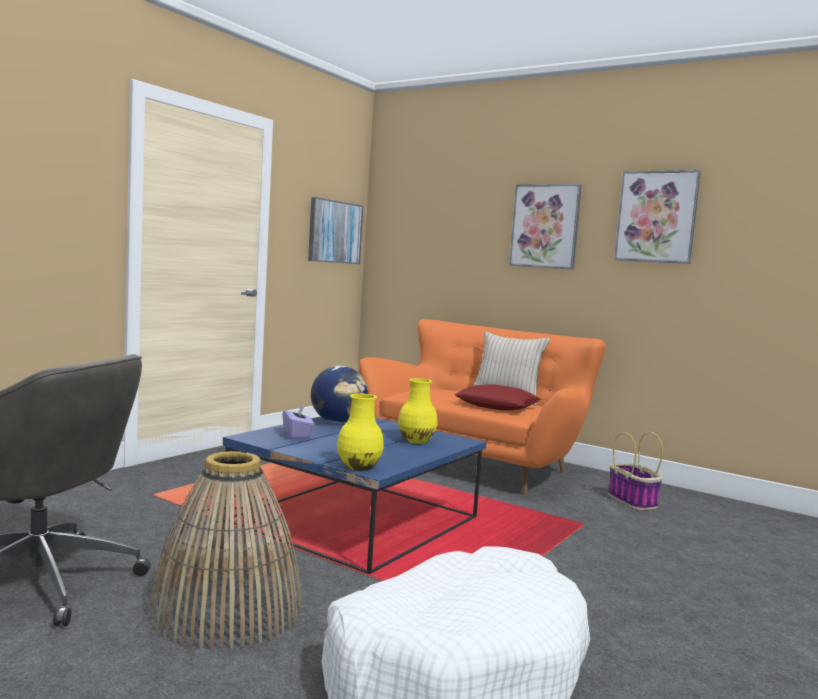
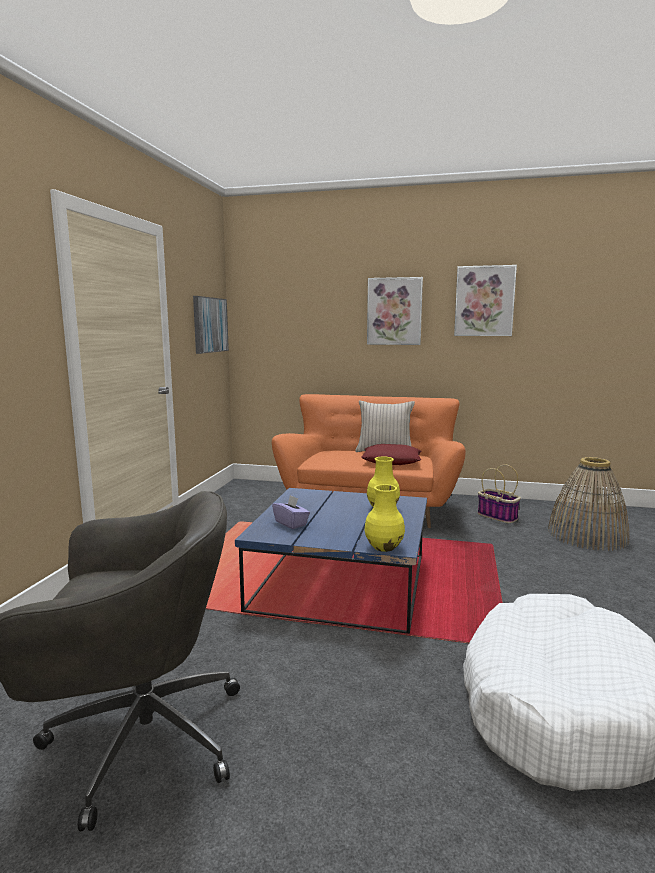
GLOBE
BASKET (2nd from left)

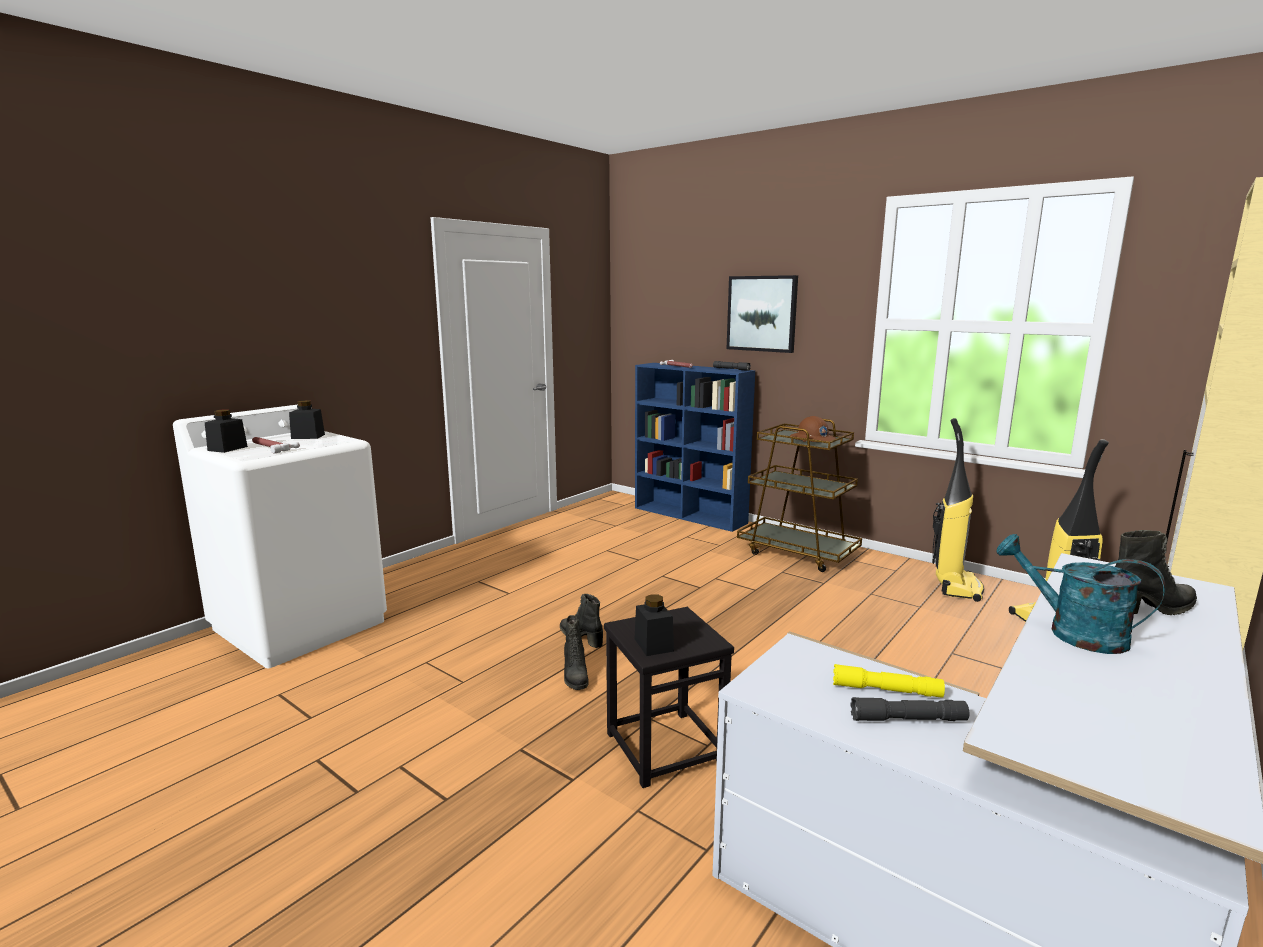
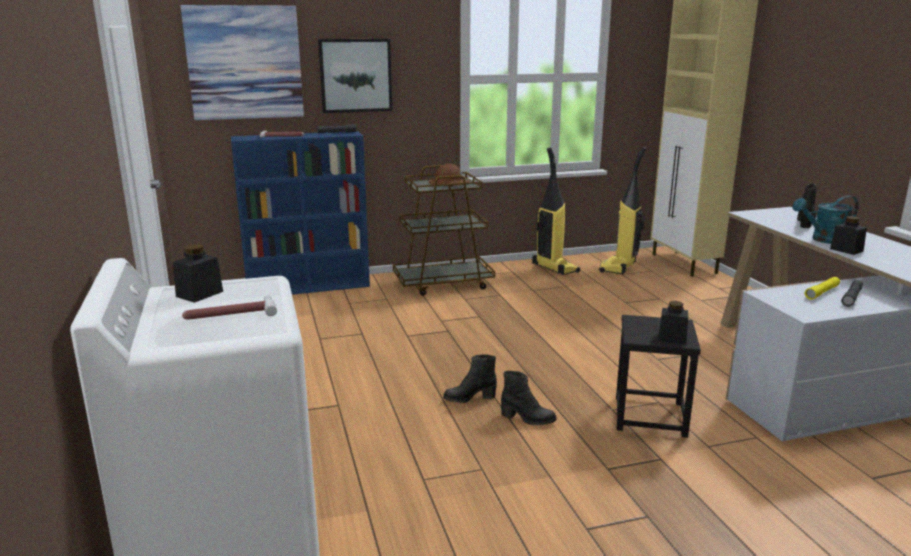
PICTURE (1st from left)
BLACK JAR (3rd from left)

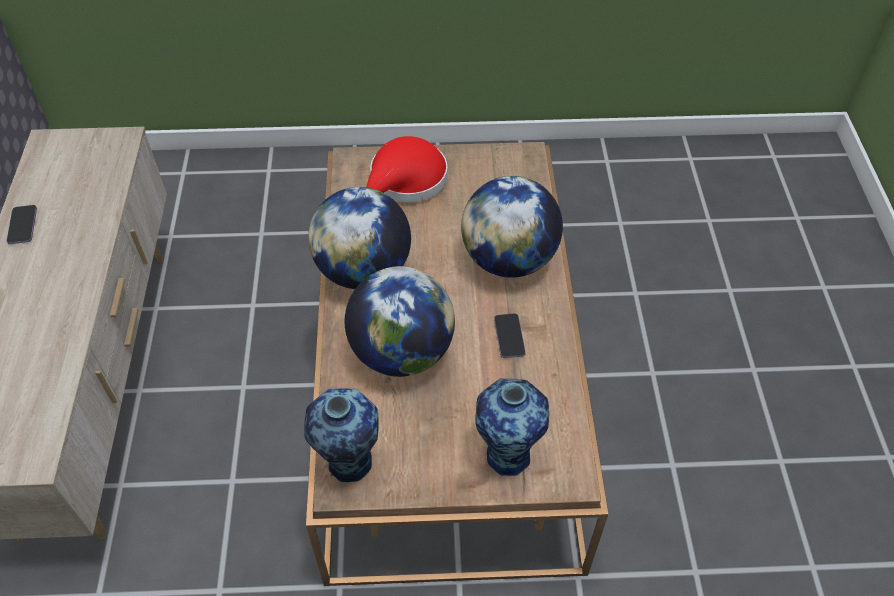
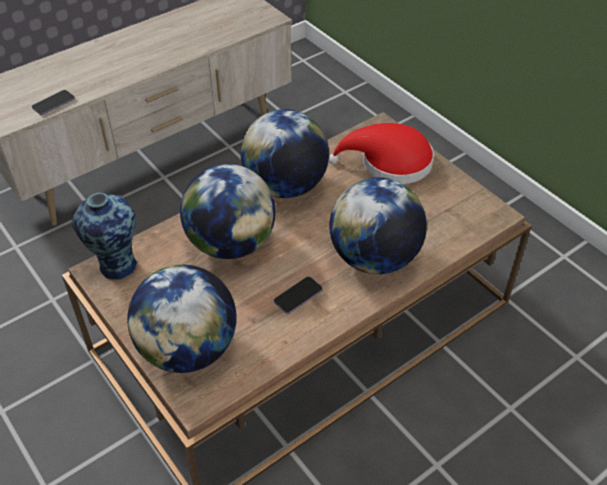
PHONE (1st from left)
GLOBE (1st from left)

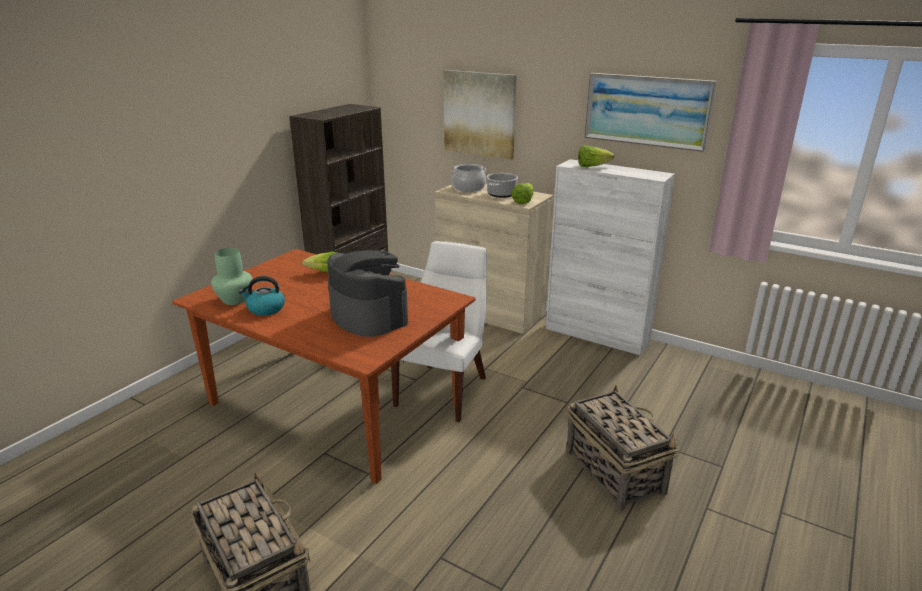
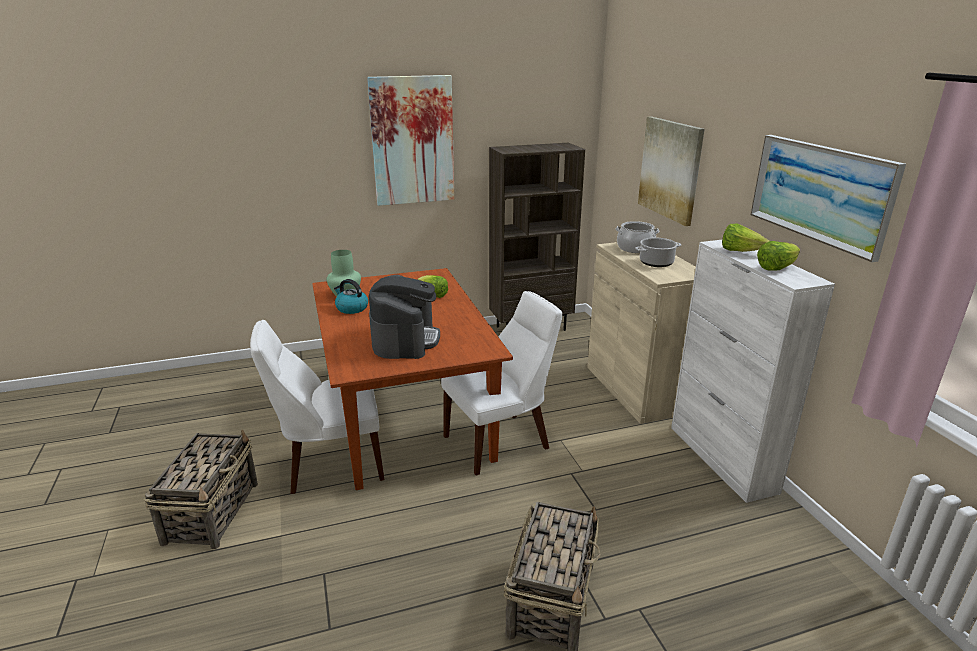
WHITE CHAIR (1st from left)
PICTURE (1st from left)
LETTUCE (3rd from left)

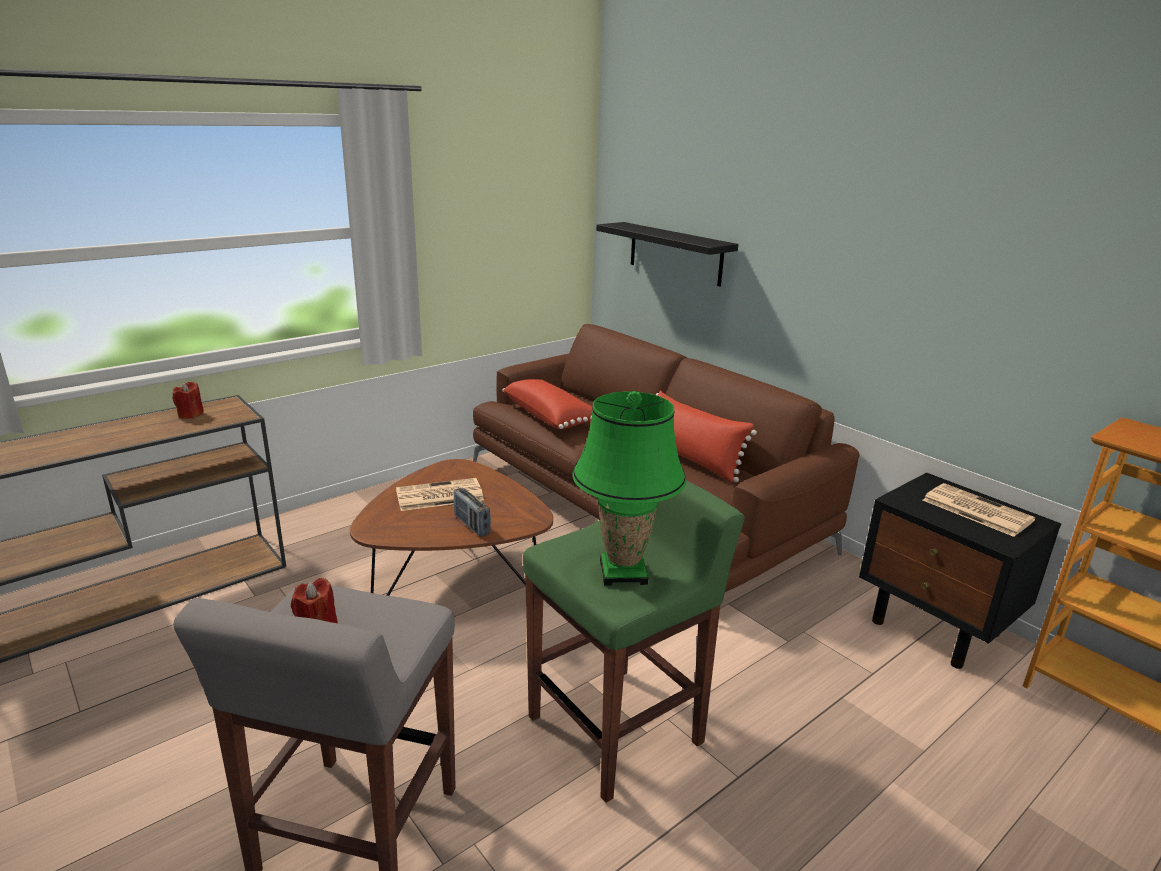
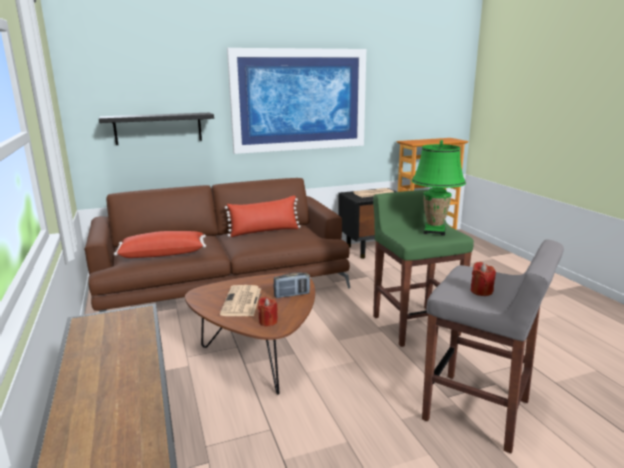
PICTURE
RED CANDLE (1st from left)

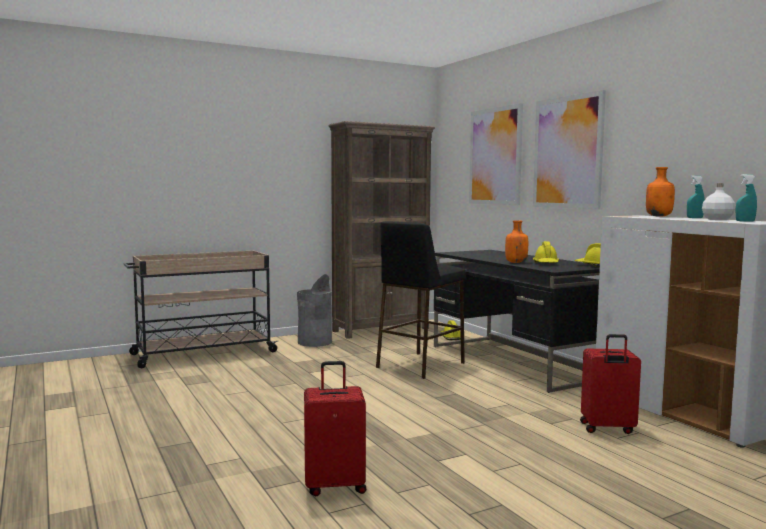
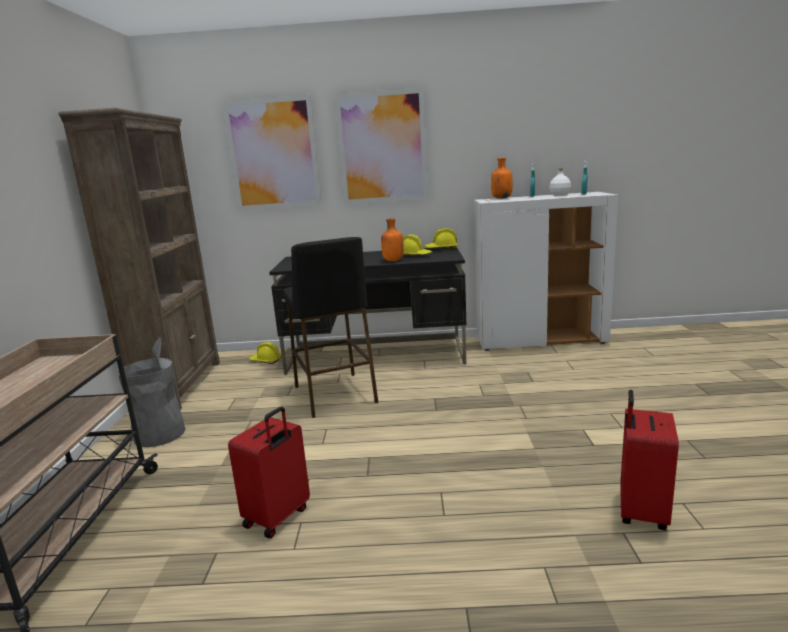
RED SUITCASE (1st from left)

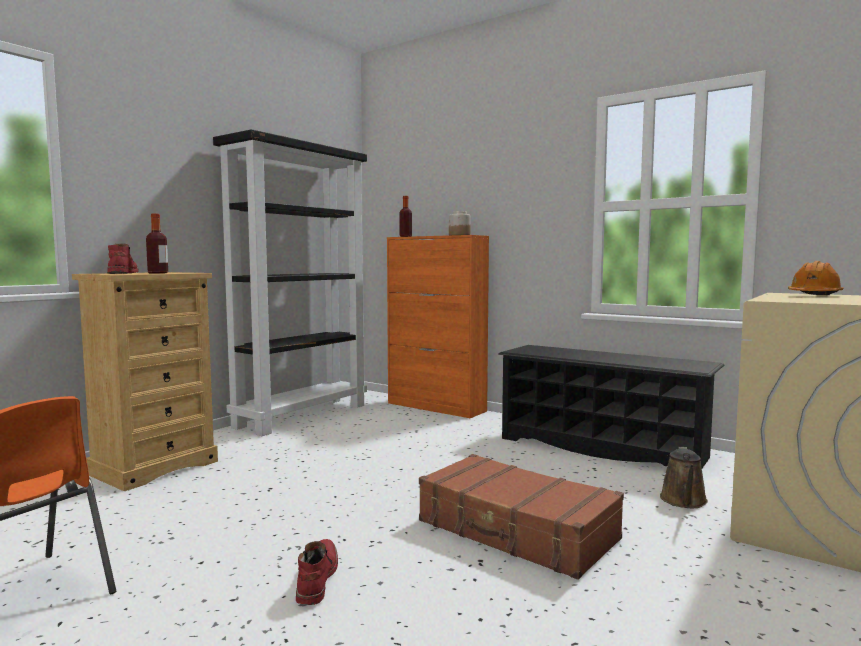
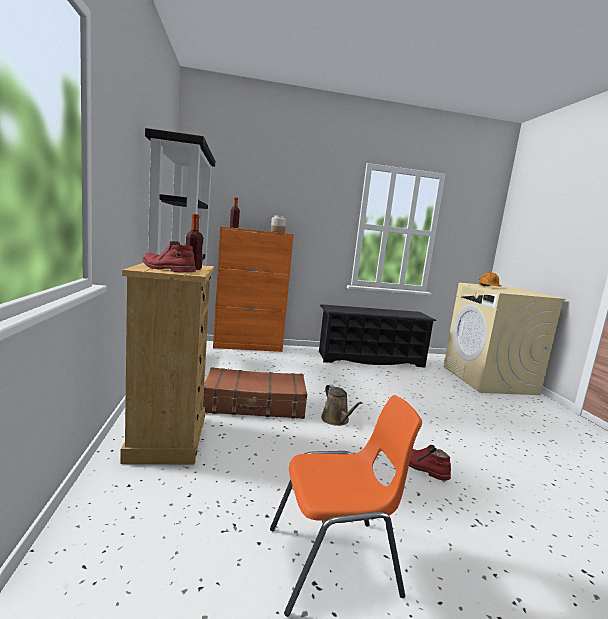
BROWN SUITCASE
BROWN WATERING CAN

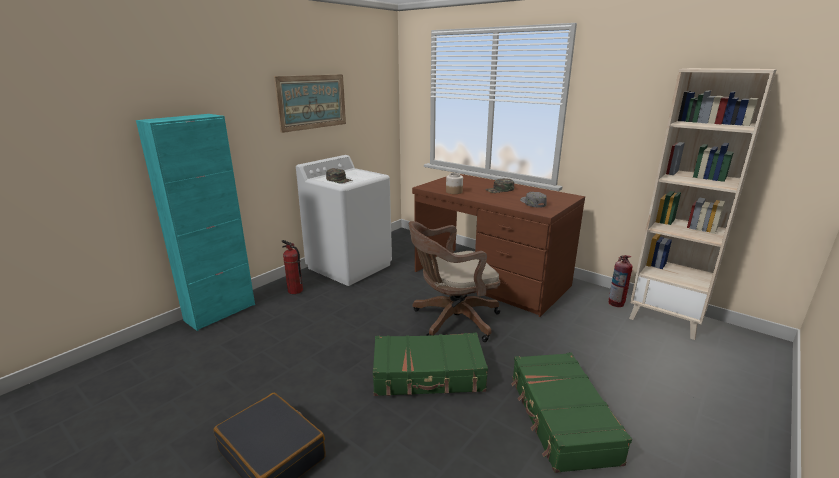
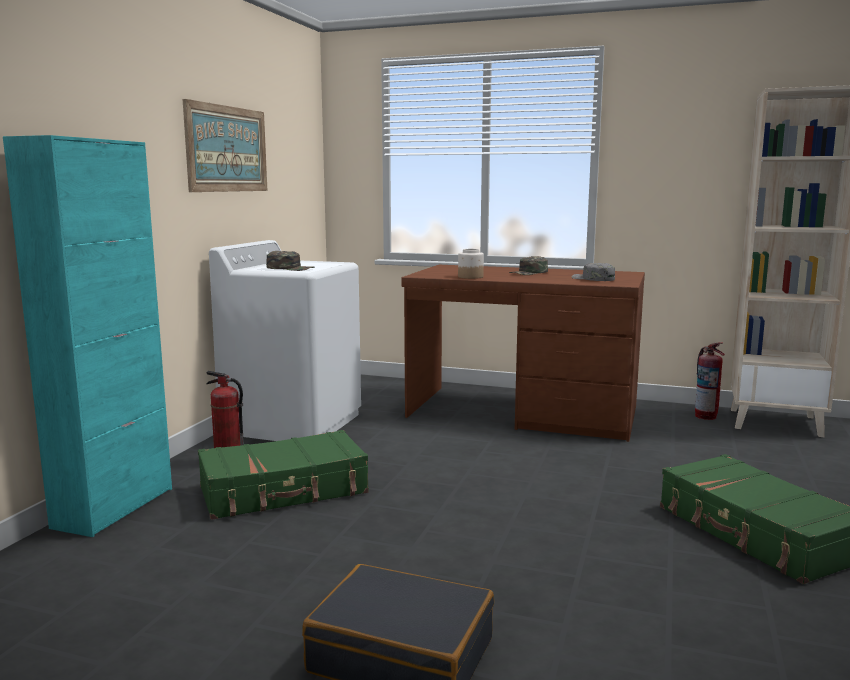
BROWN OFFICE CHAIR
GREEN SUITCASE (1st from left)

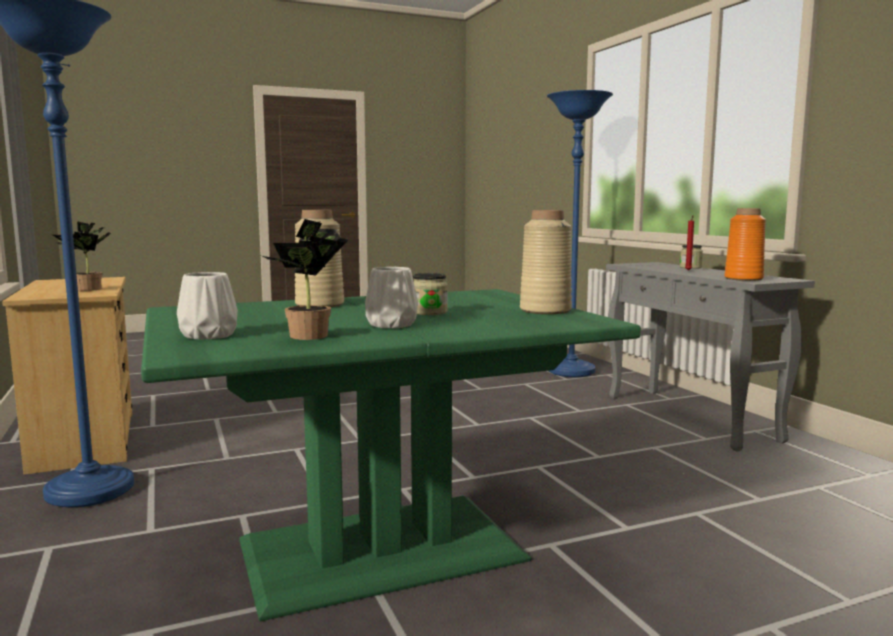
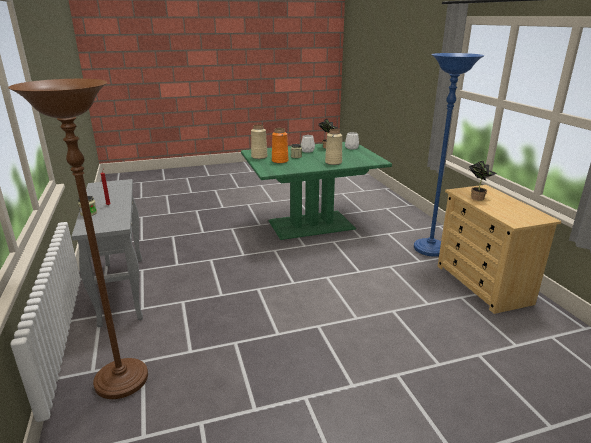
ORANGE VASE
BROWN FLOOR LAMP

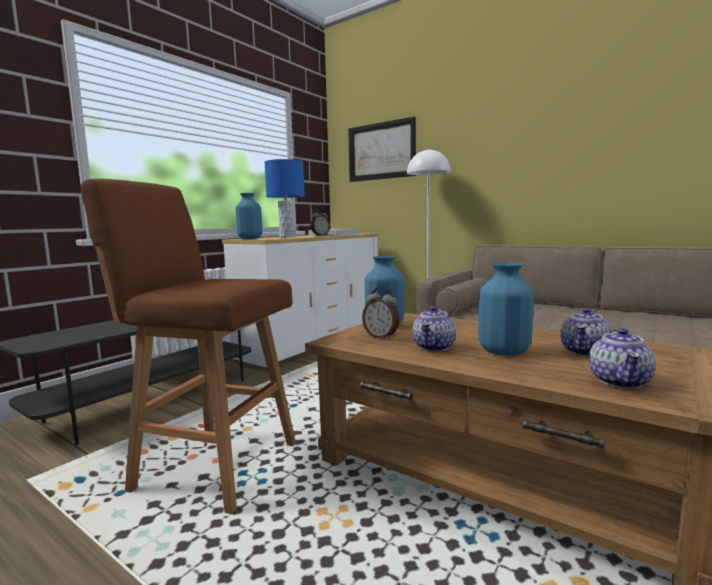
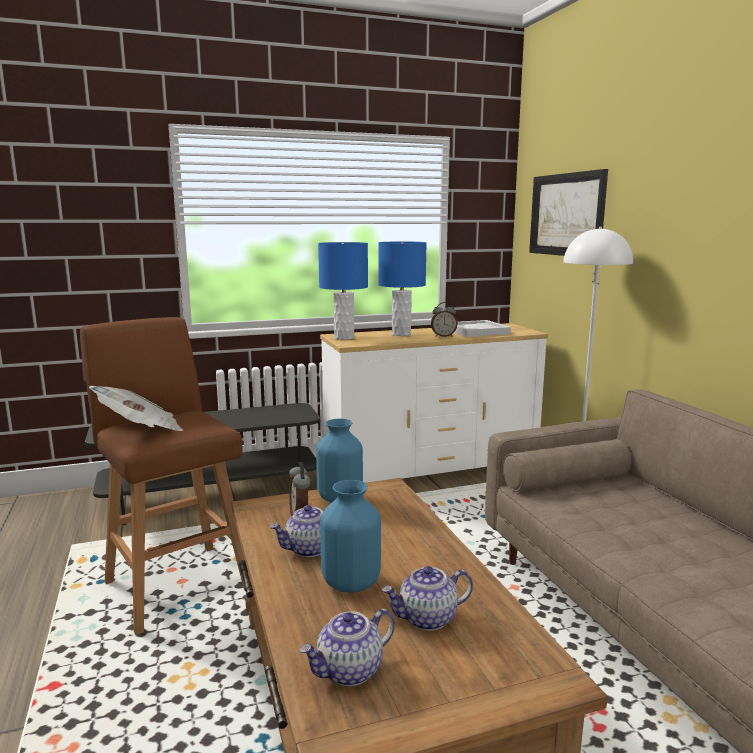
NEWSPAPER
BLUE TABLE LAMP (1st from left)

